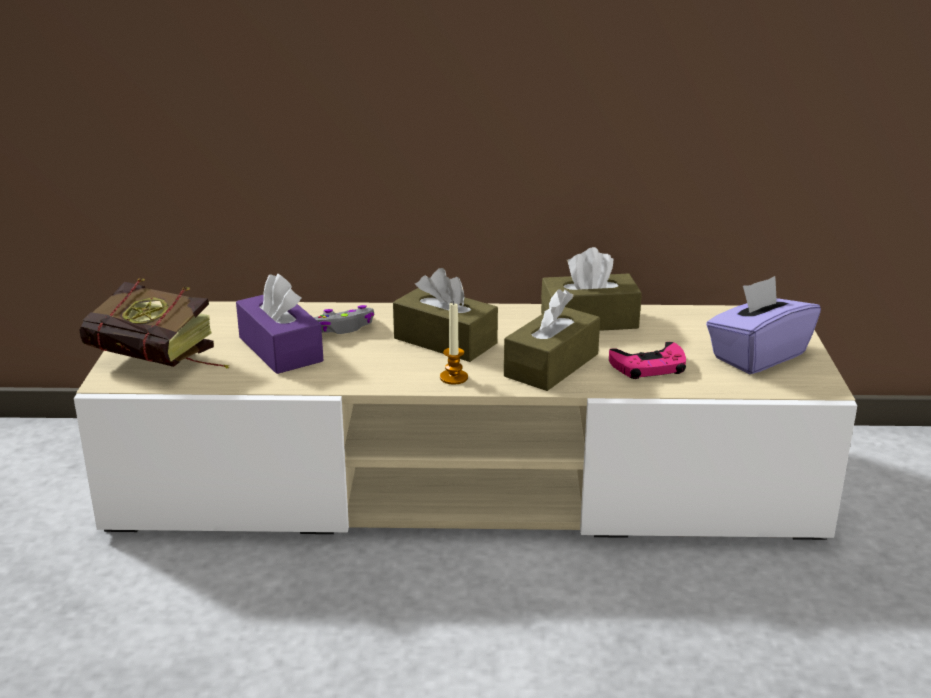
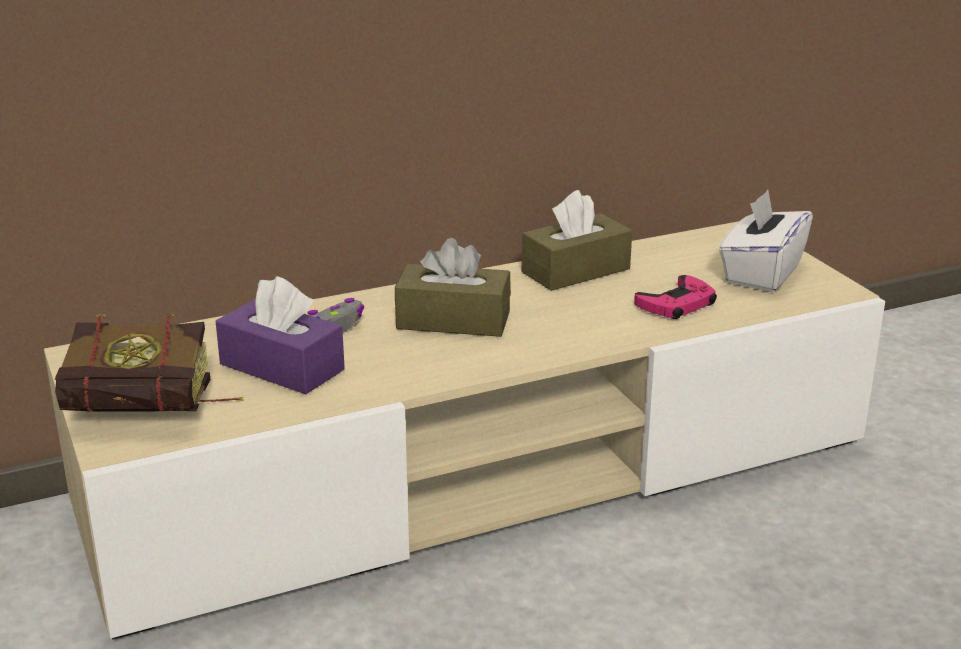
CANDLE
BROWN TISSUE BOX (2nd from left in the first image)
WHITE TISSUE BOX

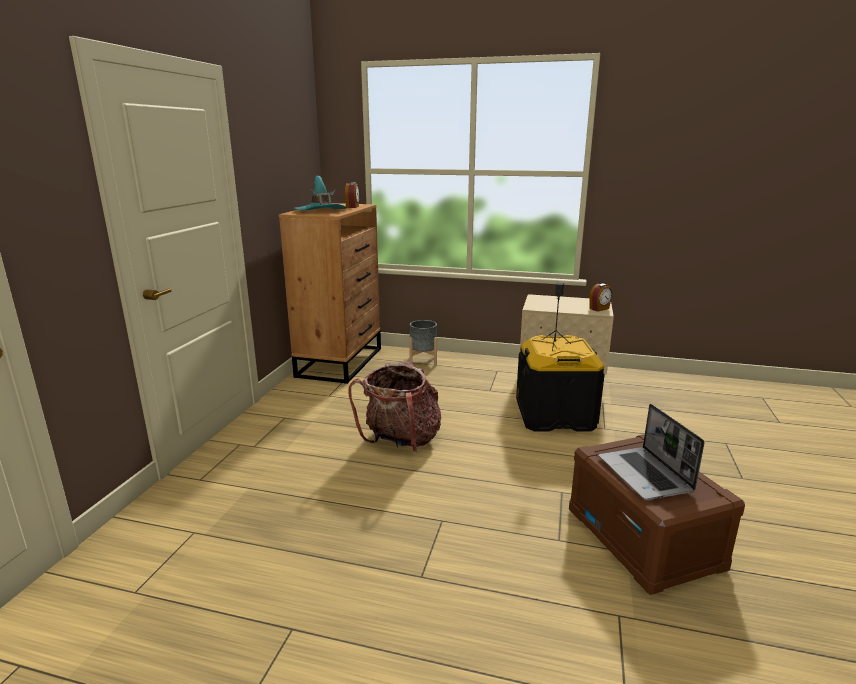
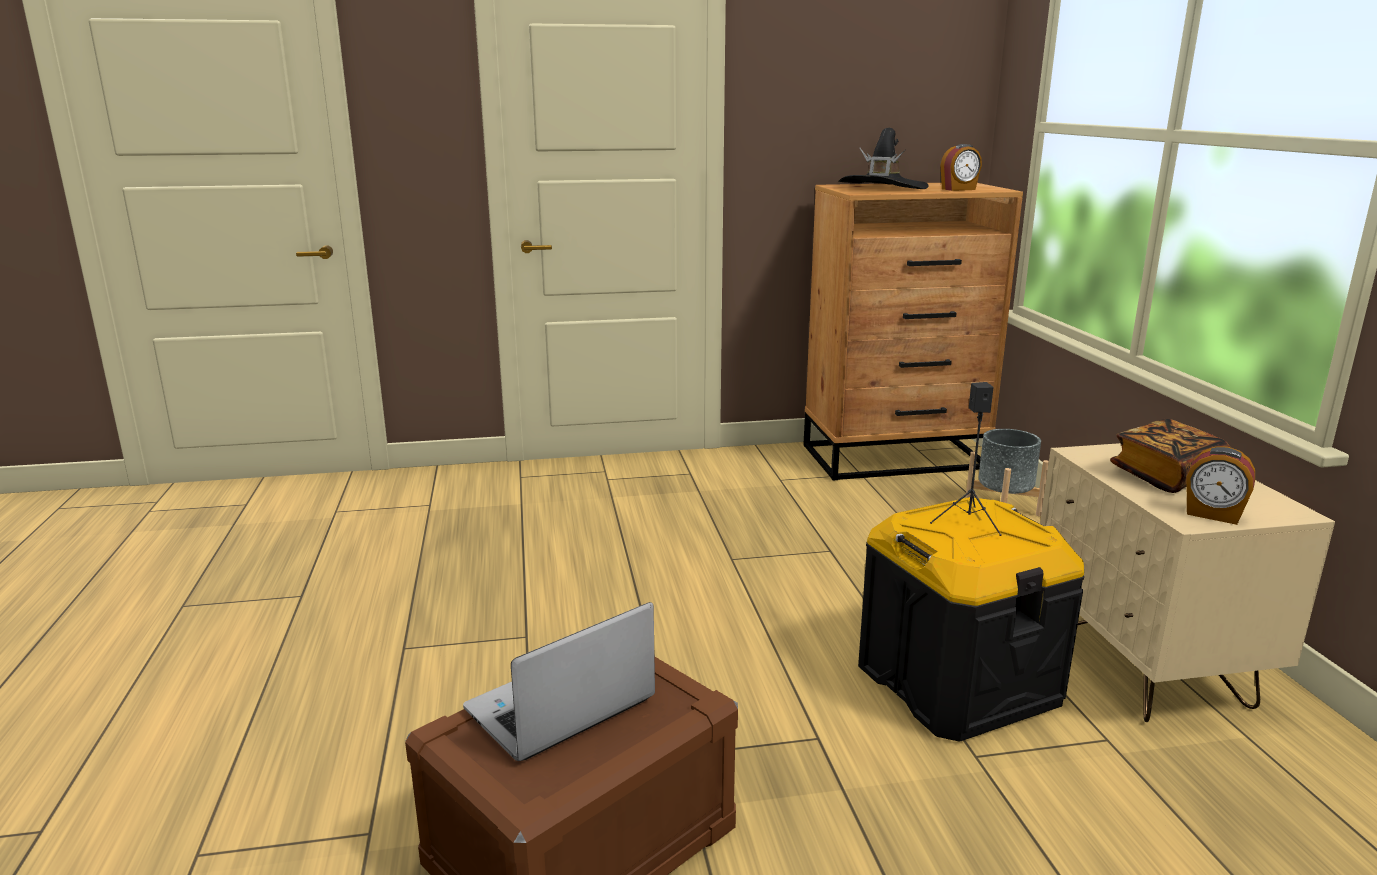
BACKPACK
BOOK
BLACK HAT

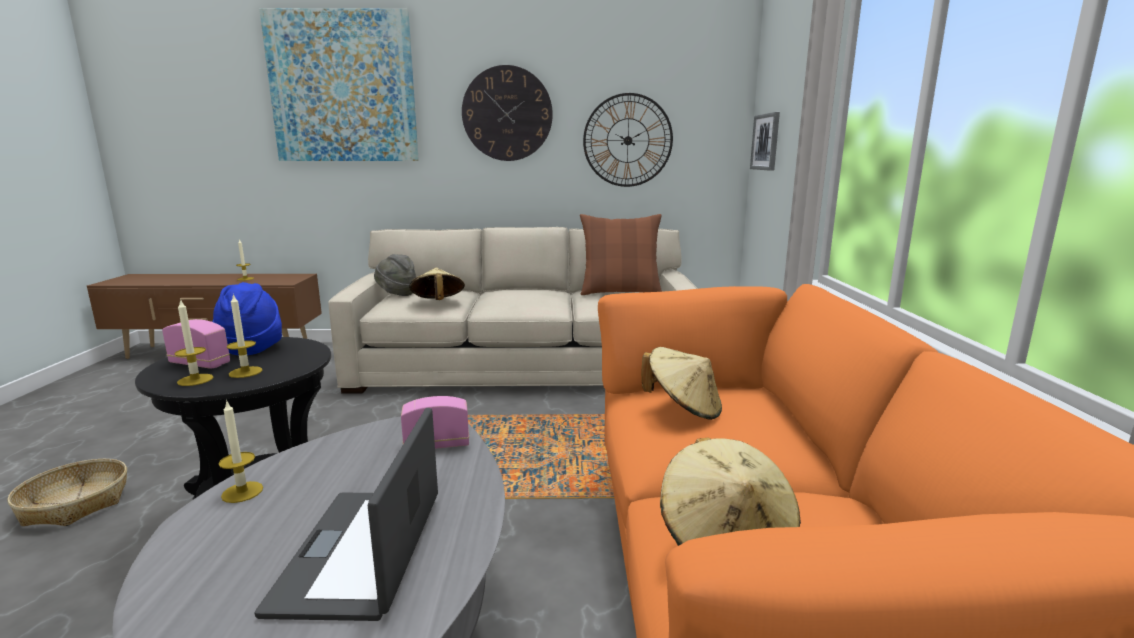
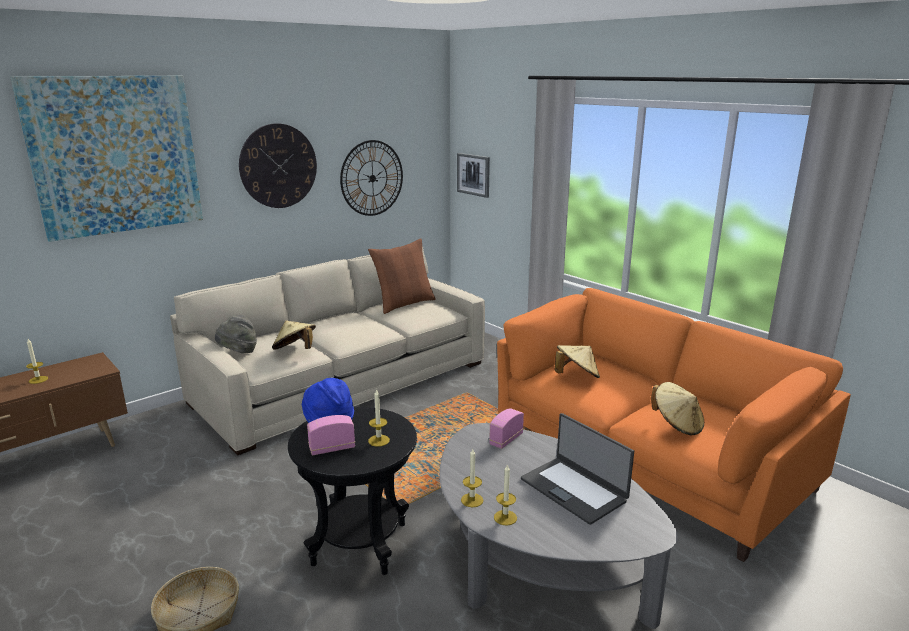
CANDLE (4th from left)

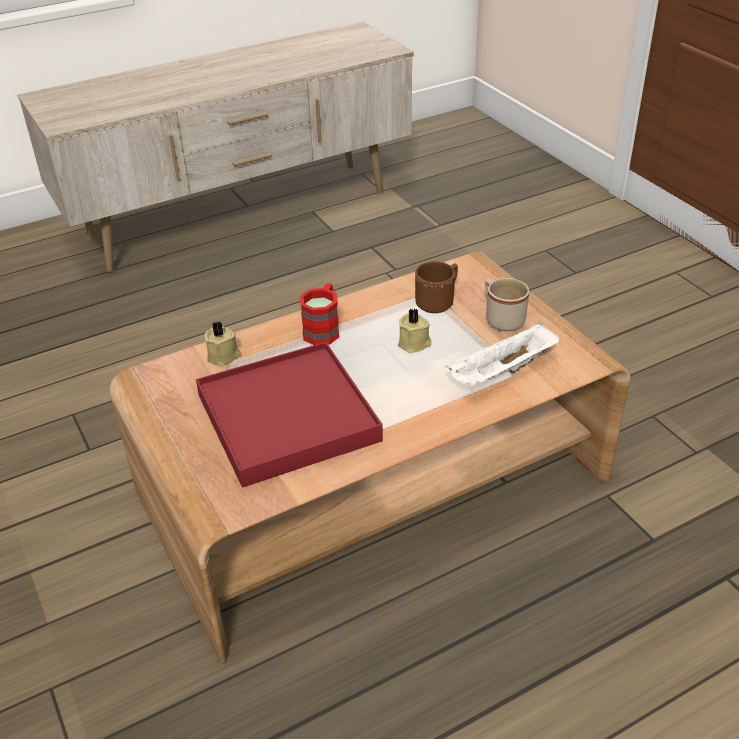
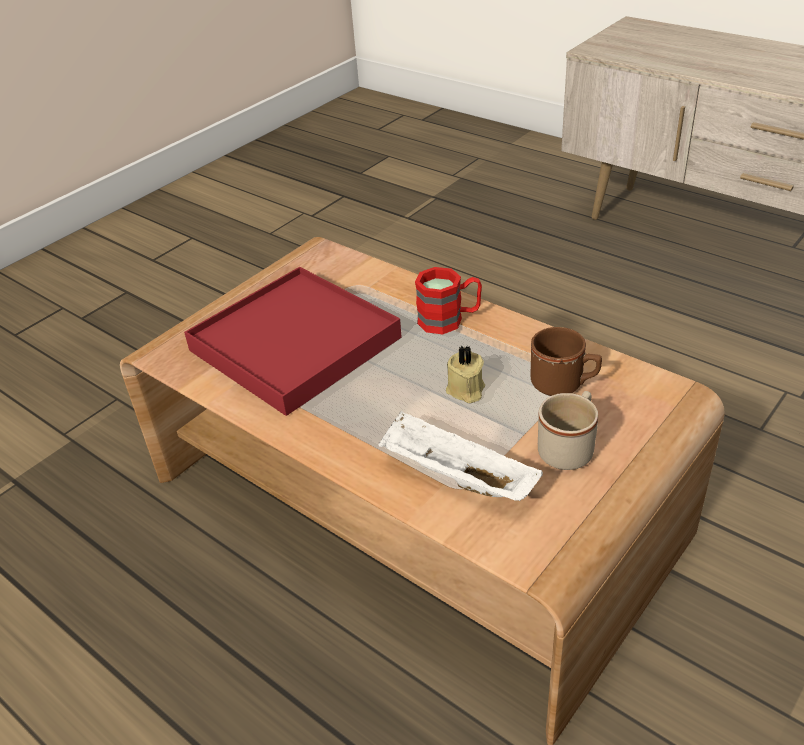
BEIGE CANDLE (1st from left in the first image)

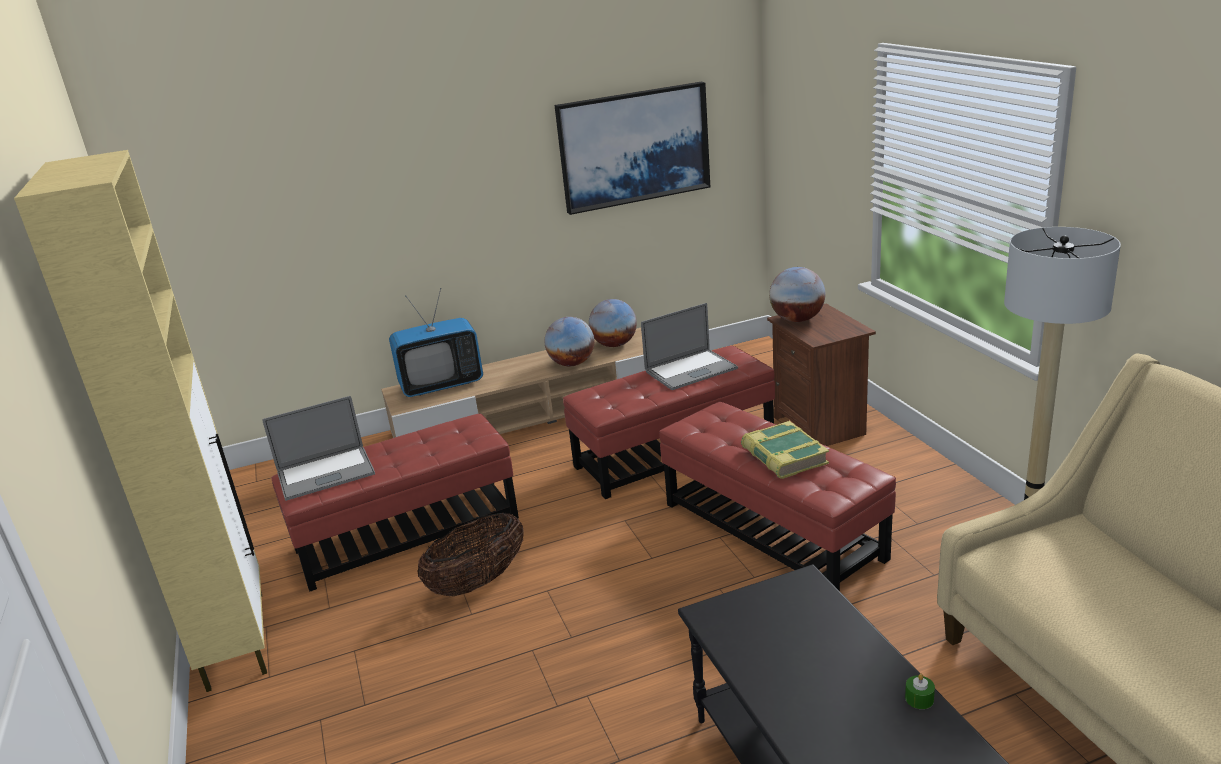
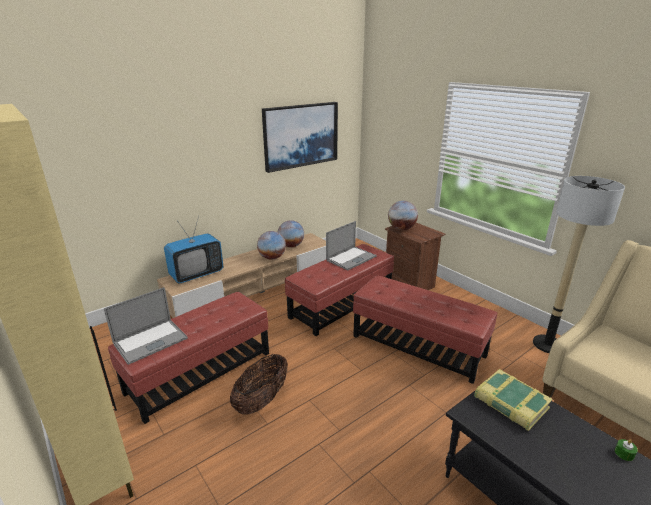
BOOK

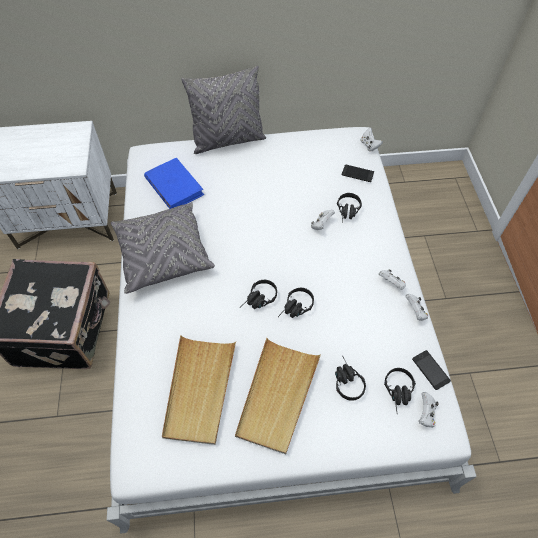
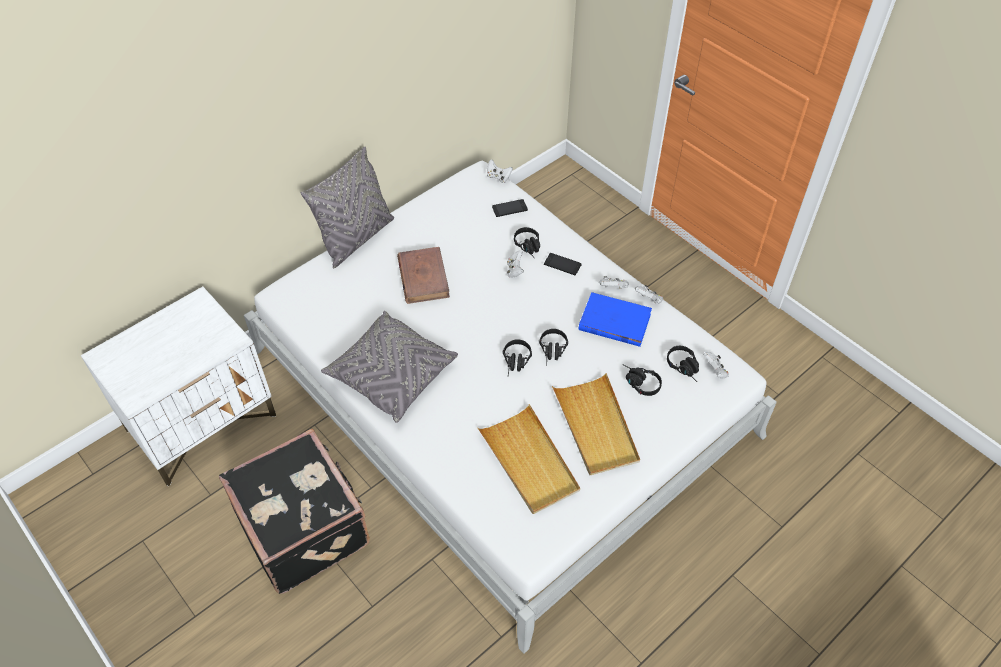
BROWN BOOK
BLUE BOOK
PHONE (2nd from left)

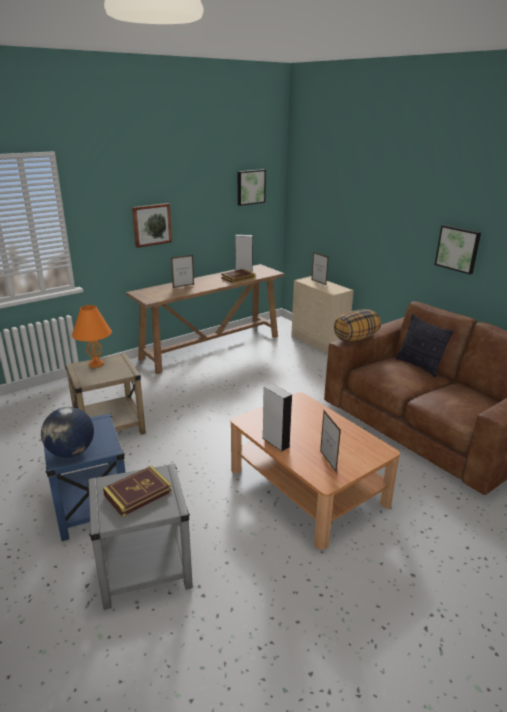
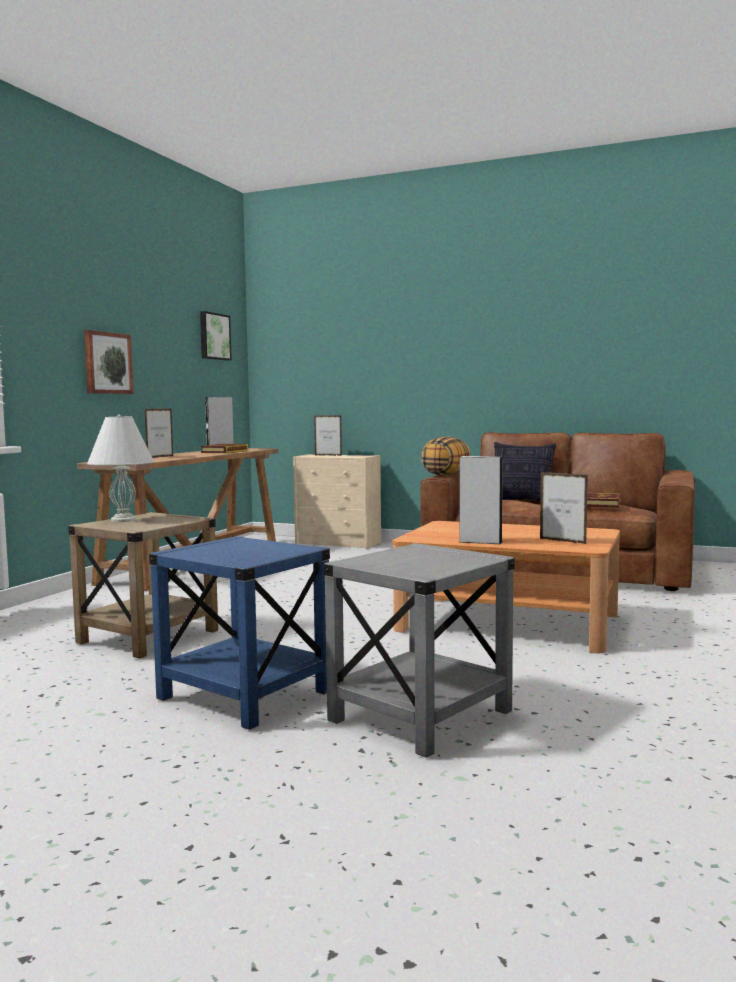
GLOBE
PICTURE (3rd from left in the first image)
BOOK (2nd from left)
WHITE TABLE LAMP

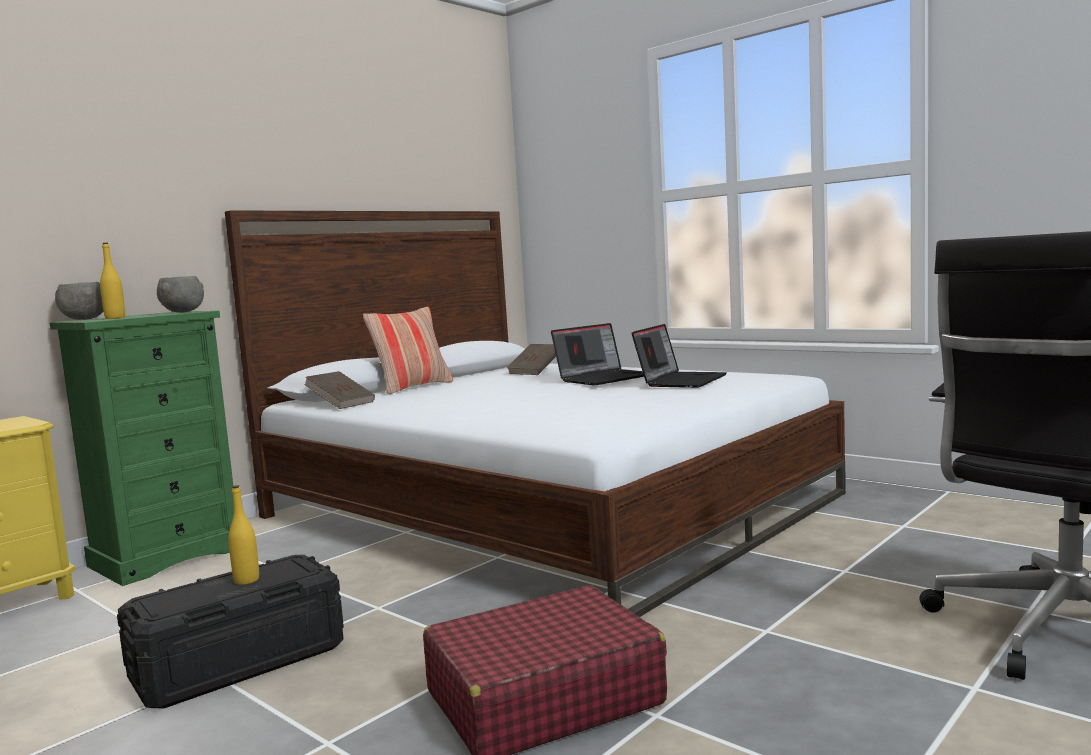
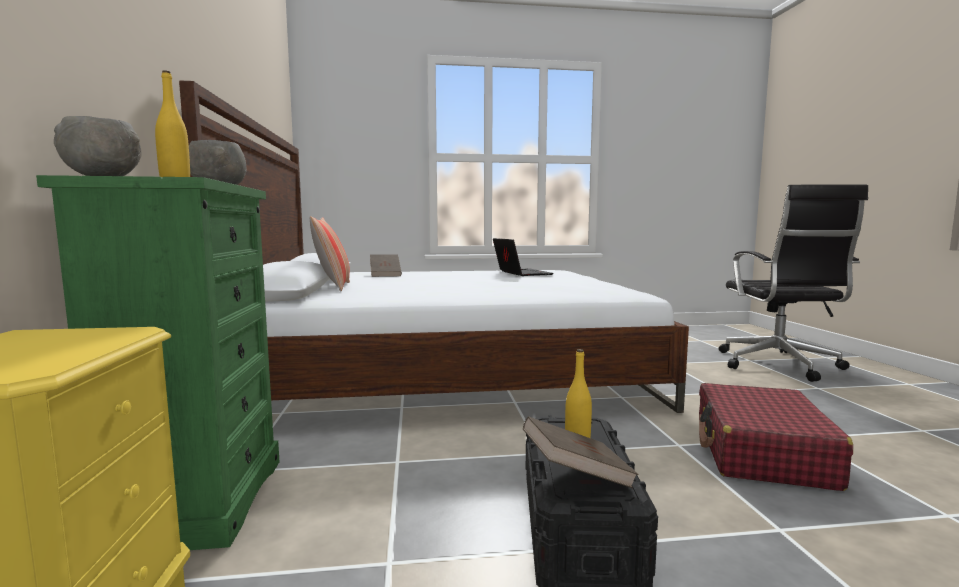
LAPTOP (1st from left in the first image)
BROWN BOOK (2nd from left)

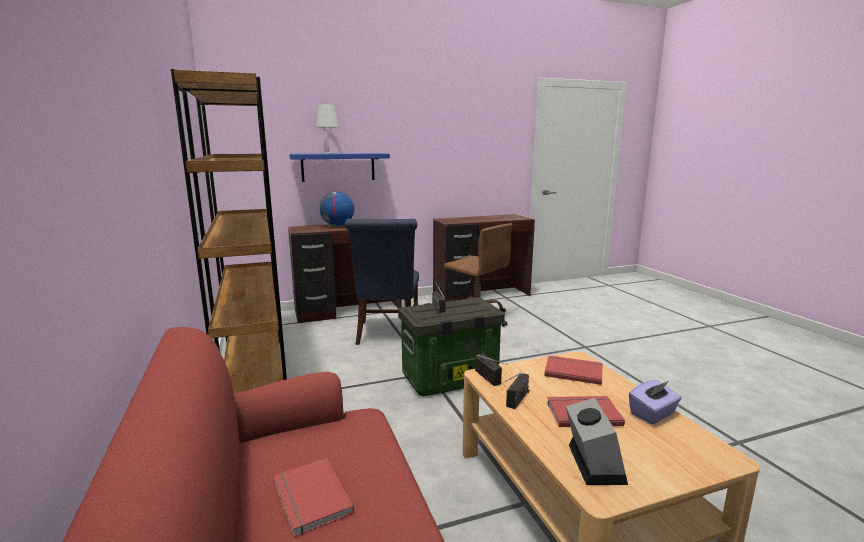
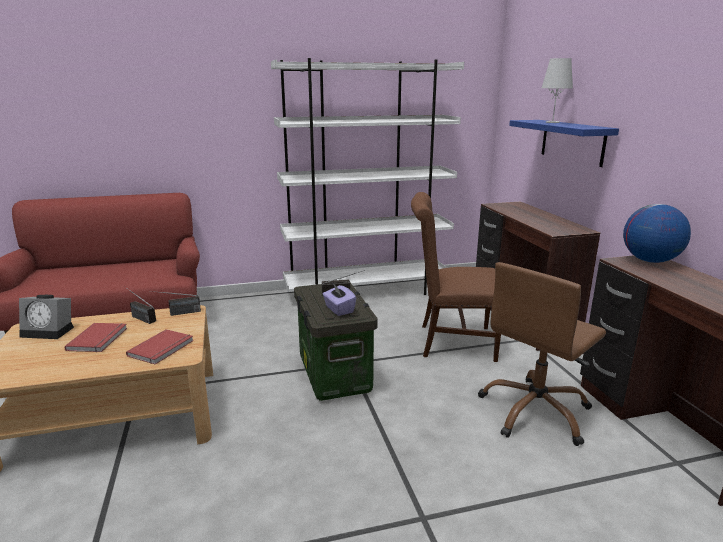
RED BOOK (1st from left in the first image)
GLOBE
PURPLE TISSUE BOX
WHITE BOOKCASE
BROWN CHAIR

